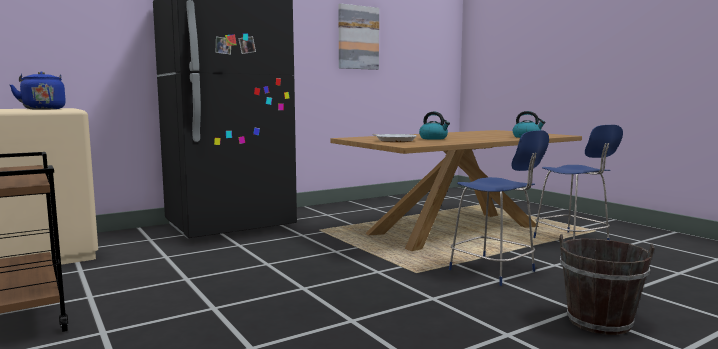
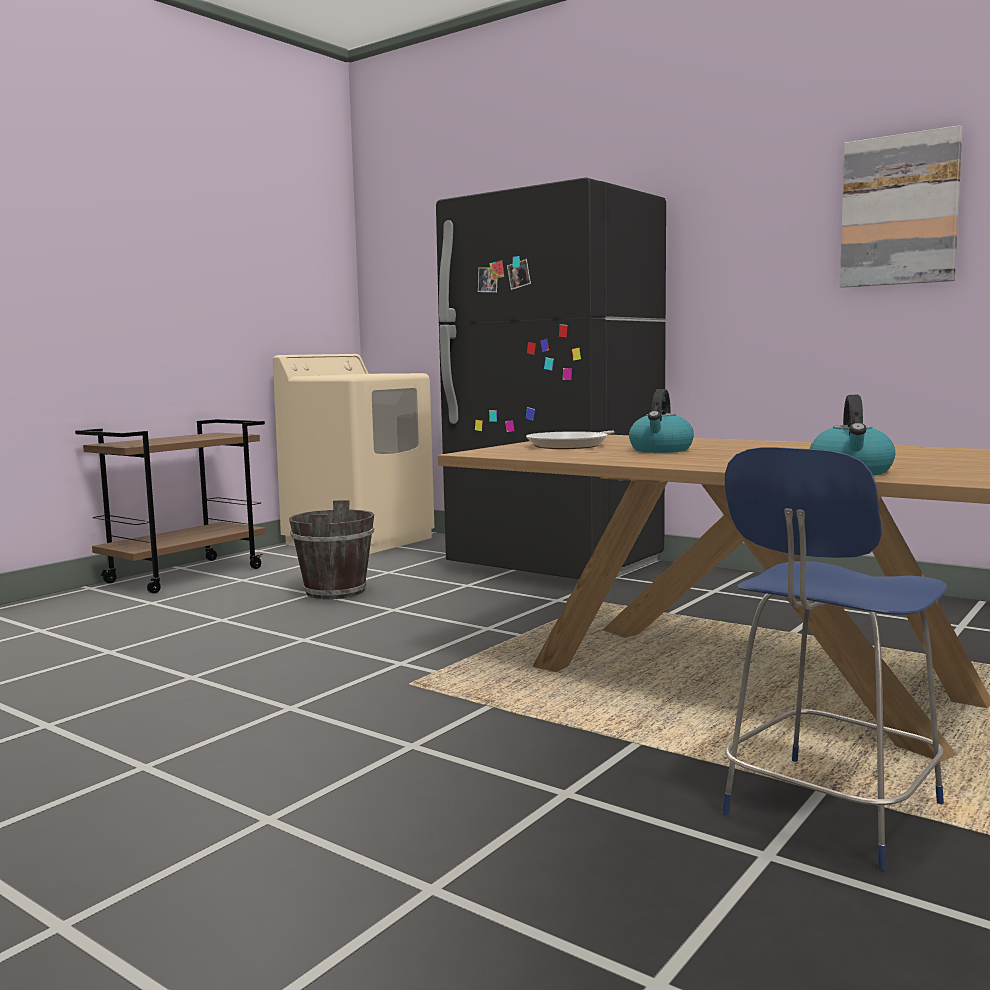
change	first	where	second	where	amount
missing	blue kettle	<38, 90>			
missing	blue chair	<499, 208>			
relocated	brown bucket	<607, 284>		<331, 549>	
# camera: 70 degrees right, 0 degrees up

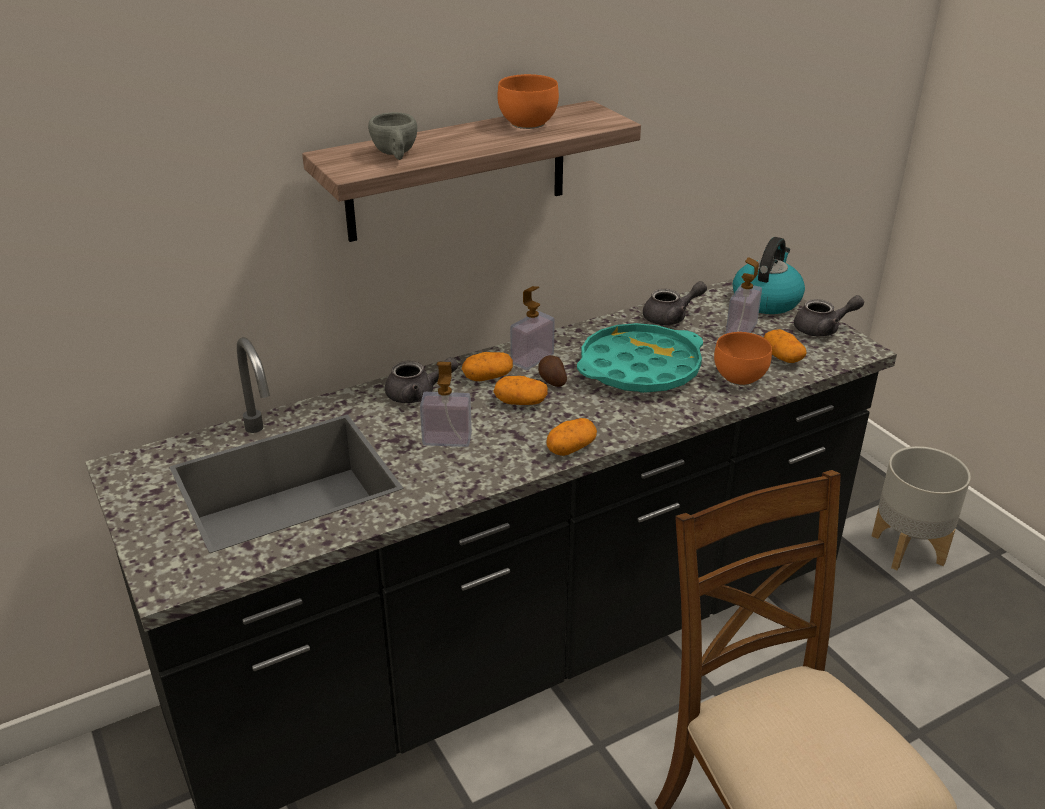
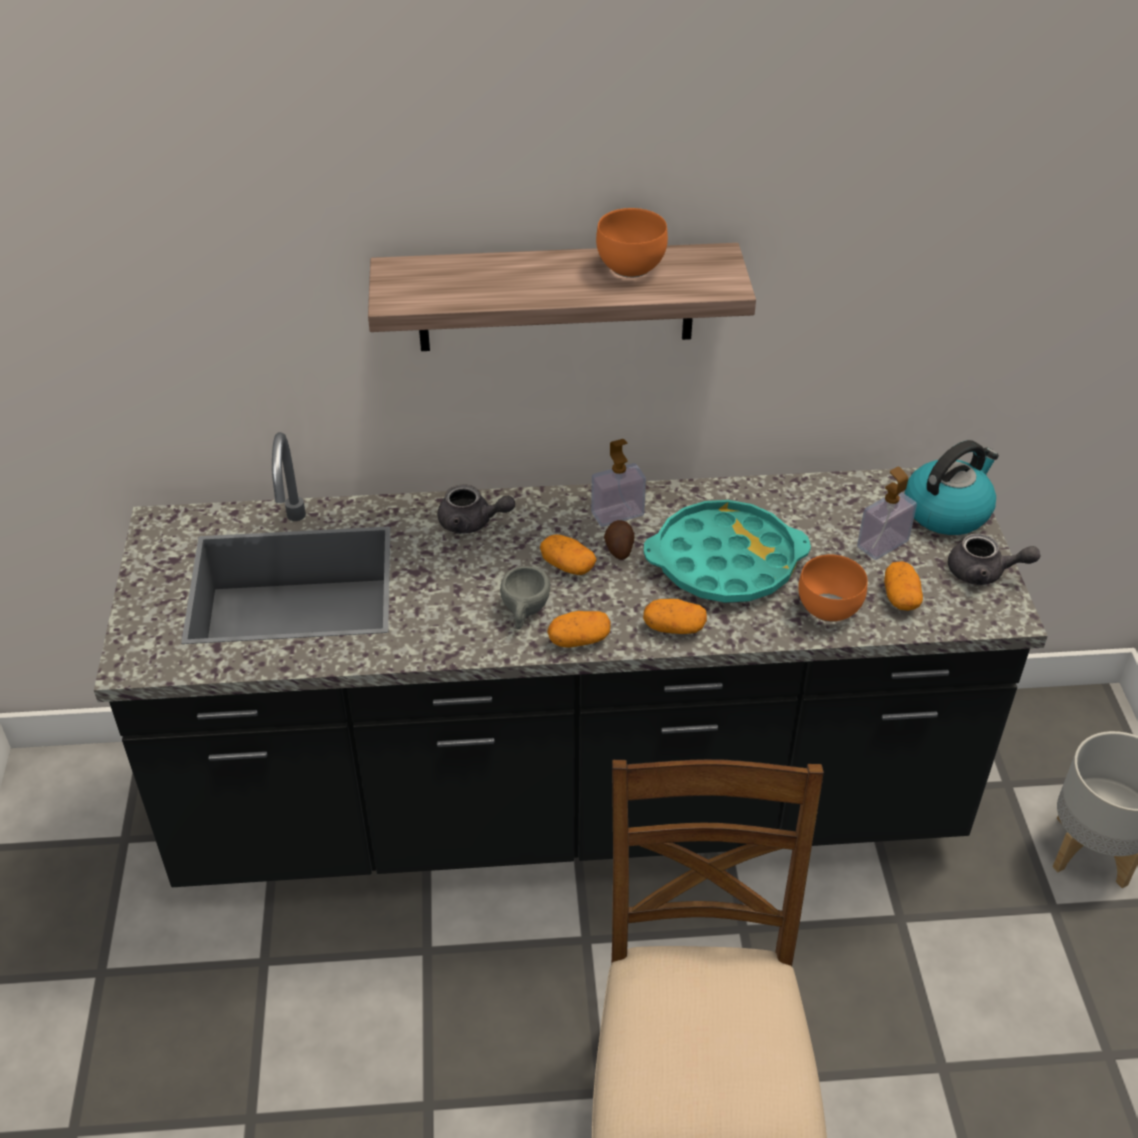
change	first	where	second	where	amount
relocated	grey cup	<392, 136>		<525, 597>	
missing	grey teapot	<675, 303>			
relocated	potato	<487, 366>		<675, 616>	
missing	soap dispenser	<446, 404>			
# camera: 25 degrees right, 10 degrees up

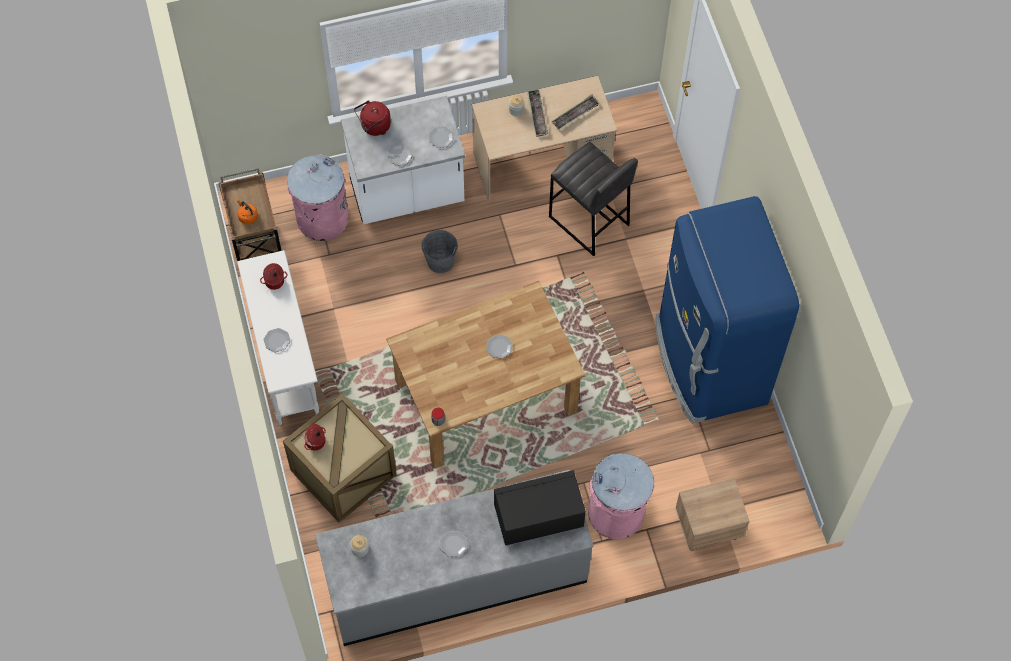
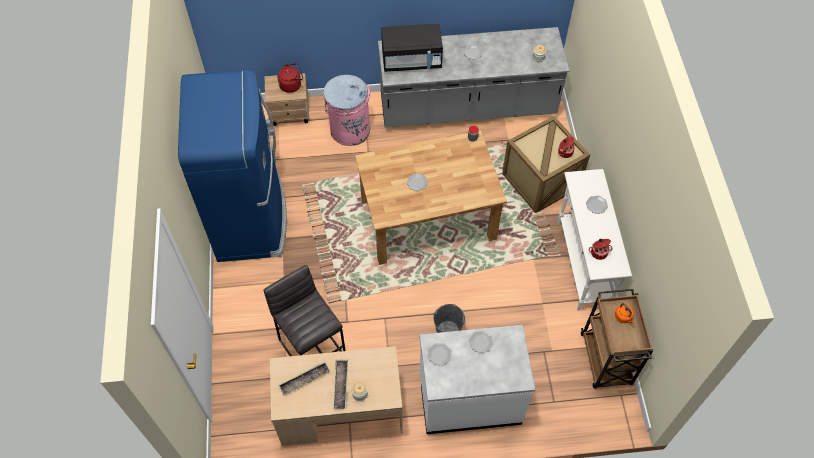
change	first	where	second	where	amount
relocated	red kettle	<372, 118>		<290, 78>	
missing	pink trash can	<317, 197>			
# camera: 170 degrees left, 5 degrees down

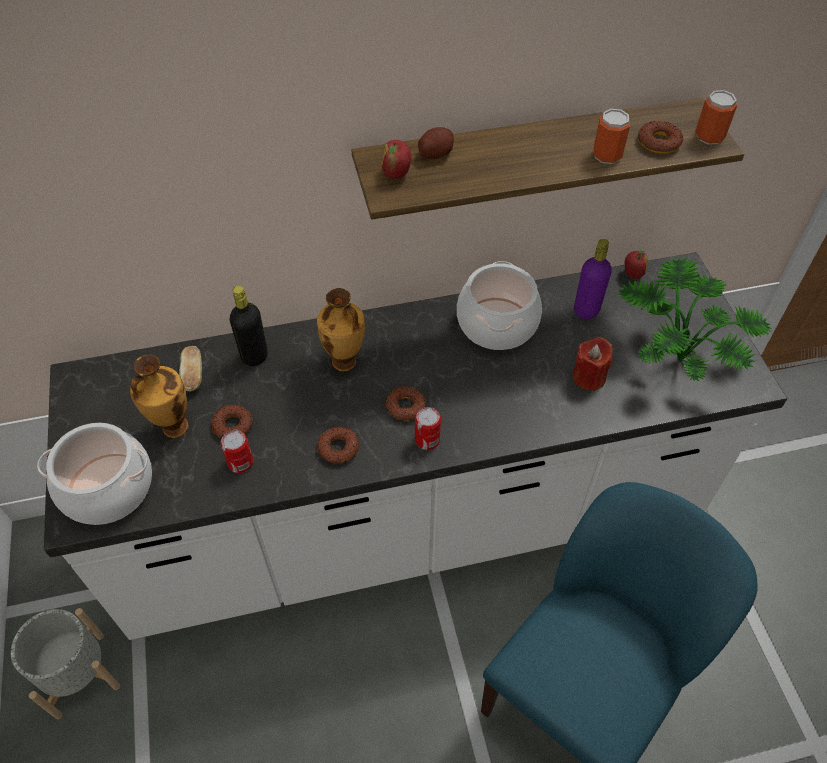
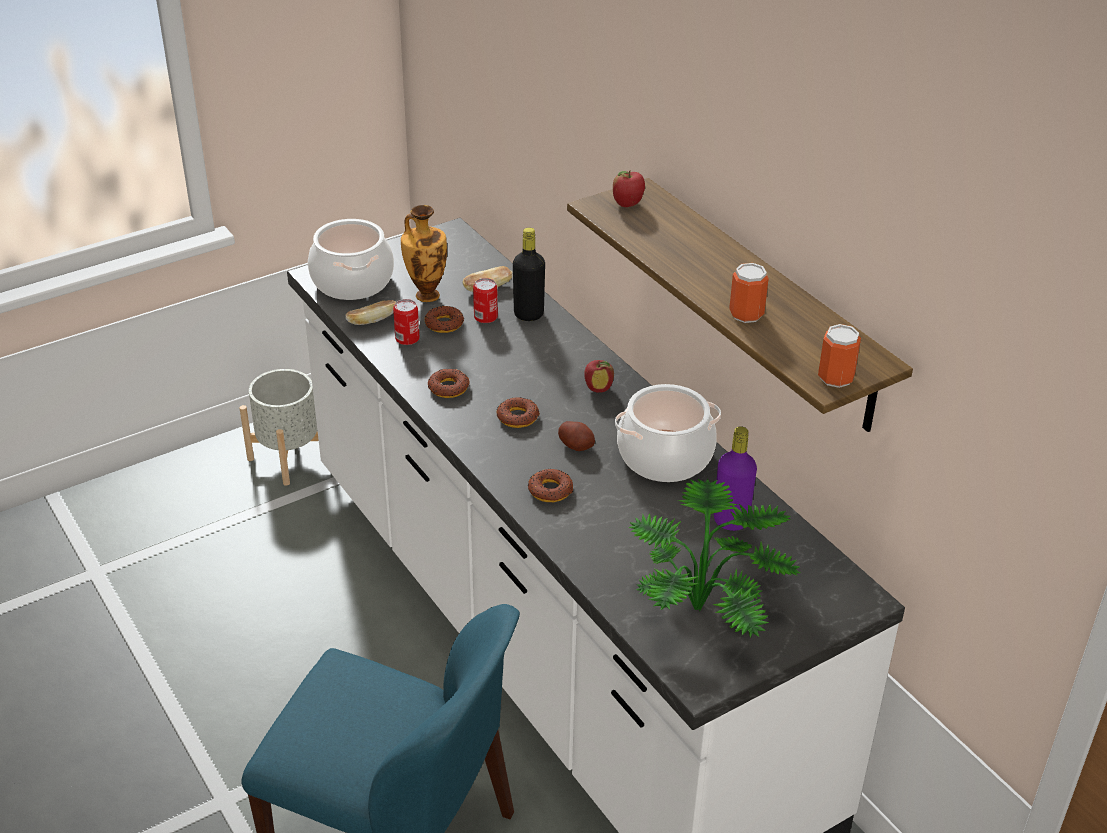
change	first	where	second	where	amount
relocated	donut	<661, 137>		<550, 485>	
relocated	potato	<436, 143>		<576, 436>	
relocated	apple	<635, 264>		<599, 376>	
missing	vase	<341, 329>			
missing	red candle	<592, 364>			
relocated	can	<428, 428>		<485, 300>	
appeared			bread	<371, 312>	
# camera: 70 degrees right, 15 degrees down

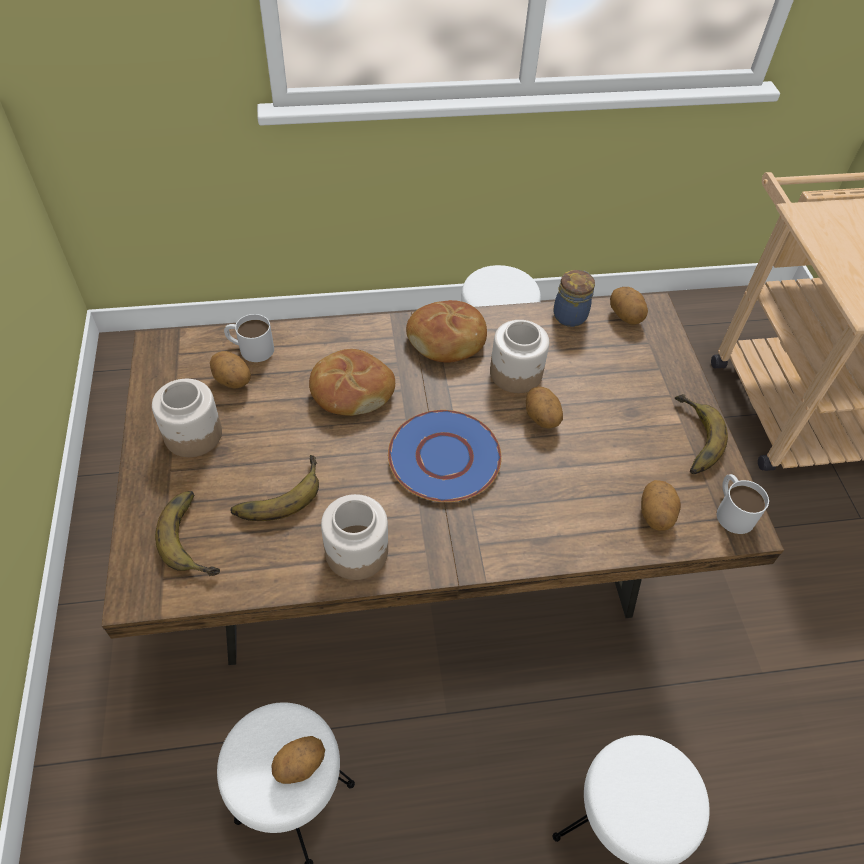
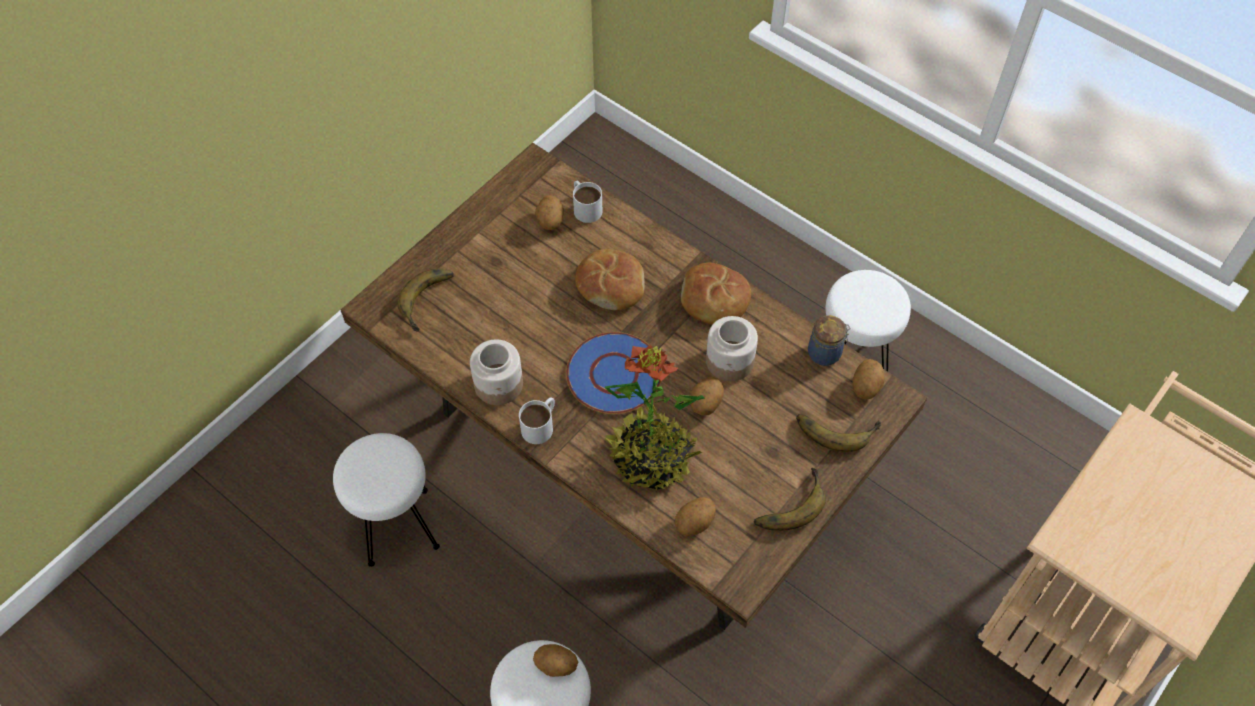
change	first	where	second	where	amount
missing	jar	<187, 418>			
relocated	banana	<275, 488>		<838, 433>	
relocated	white mug	<743, 504>		<537, 421>	
relocated	potato	<298, 760>		<555, 660>	
appeared			potted plant	<655, 418>	
# camera: 50 degrees right, 5 degrees up

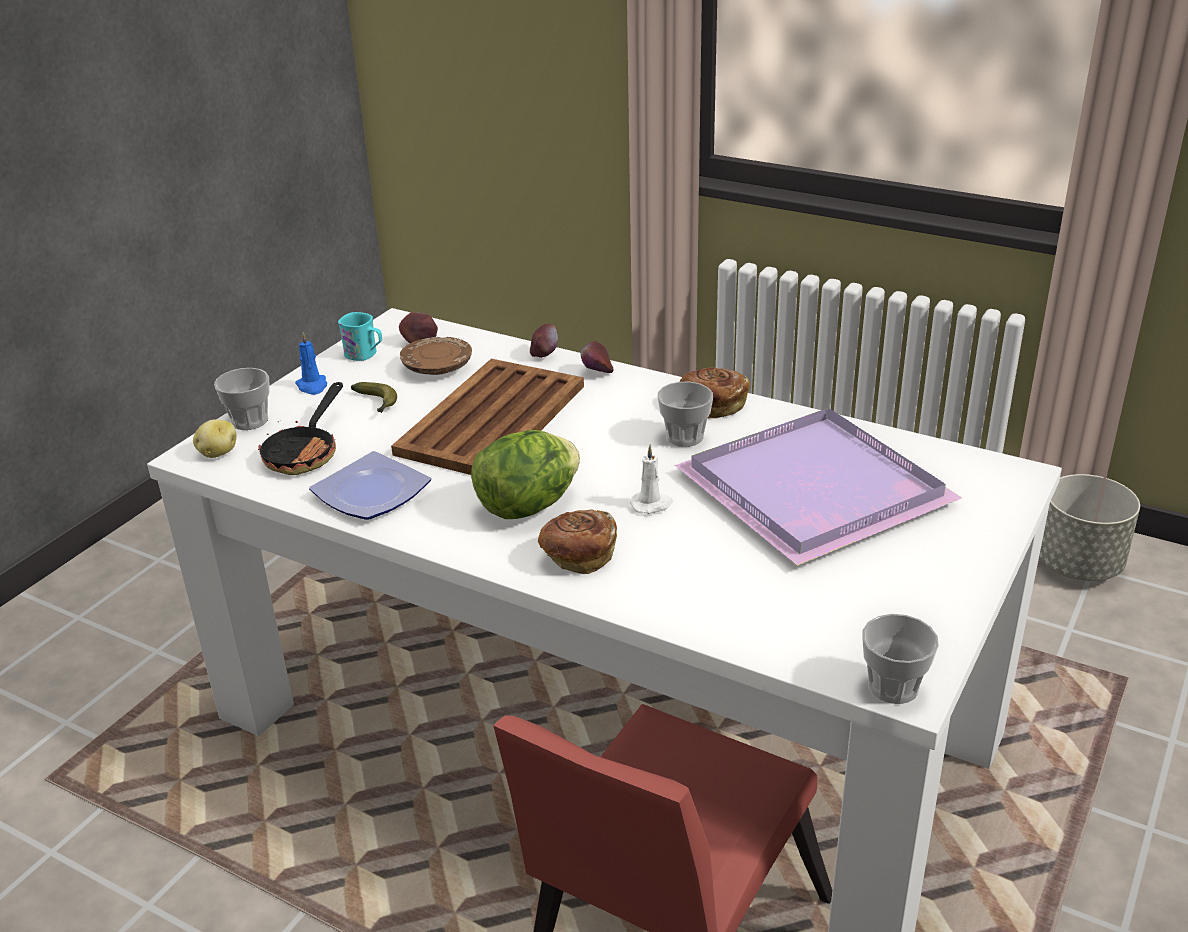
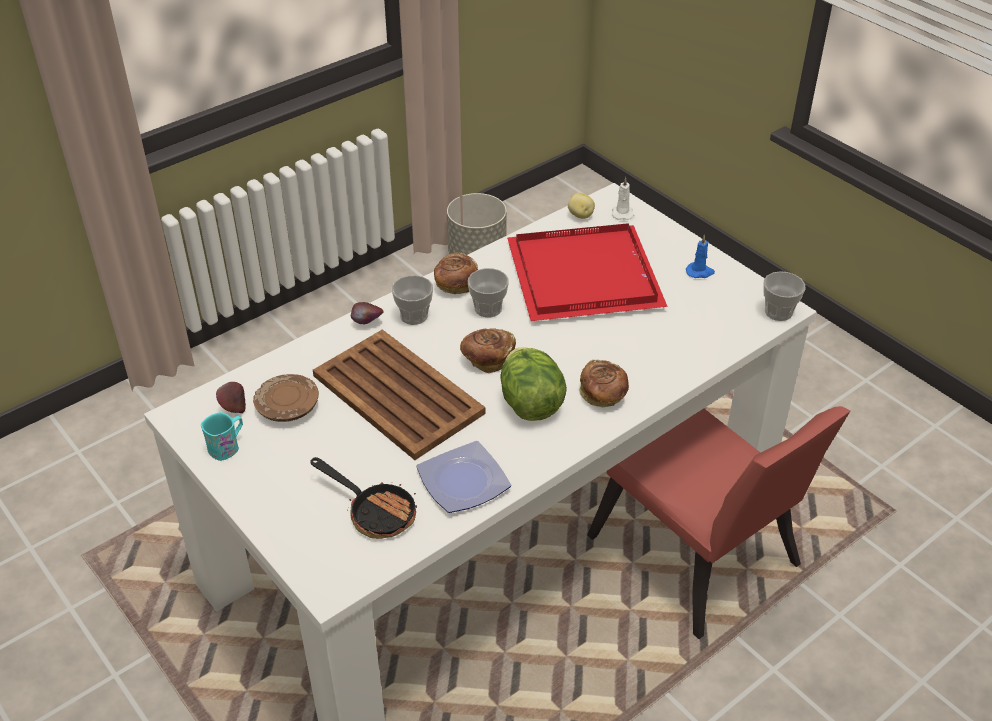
change	first	where	second	where	amount
missing	apple	<544, 341>			
relocated	blue candle	<311, 363>		<700, 256>	
relocated	cup	<242, 399>		<412, 300>	
missing	banana	<374, 397>			
colour	purple tray	<818, 487>	red tray	<587, 272>	
relocated	potato	<214, 438>		<581, 206>	
relocated	white candle	<651, 479>		<623, 198>	
appeared			bread	<488, 350>	
# camera: 70 degrees left, 10 degrees up

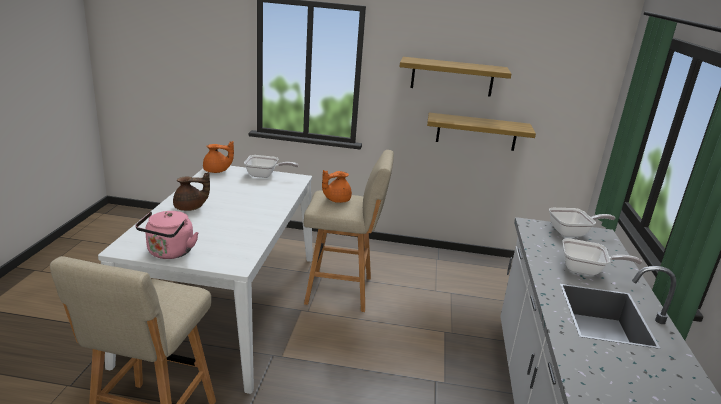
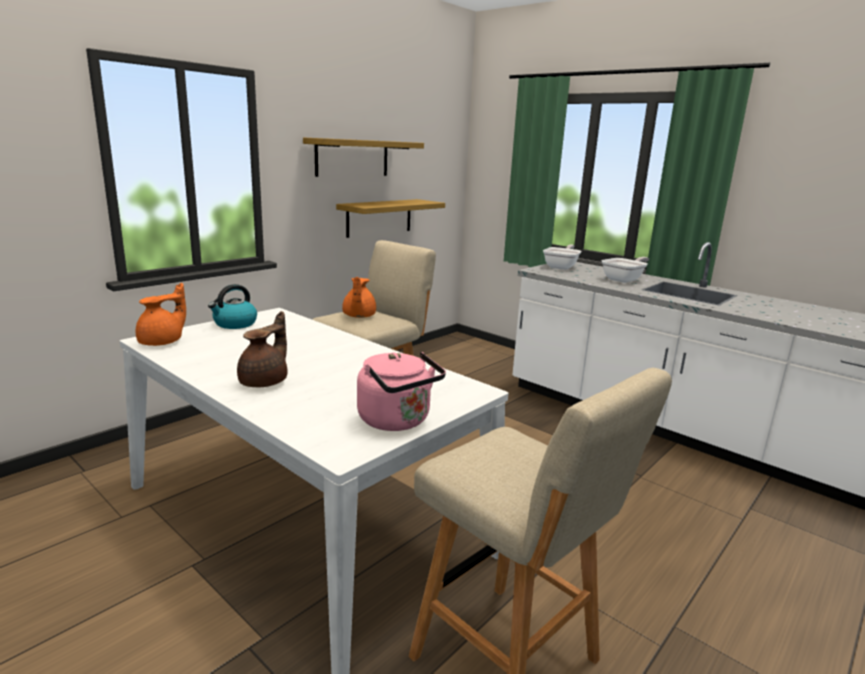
change	first	where	second	where	amount
exchanged	frying pan	<271, 166>	kettle	<232, 306>	
# camera: 55 degrees left, 5 degrees down

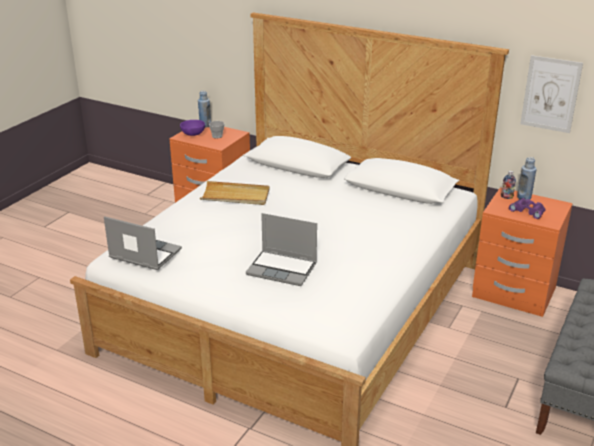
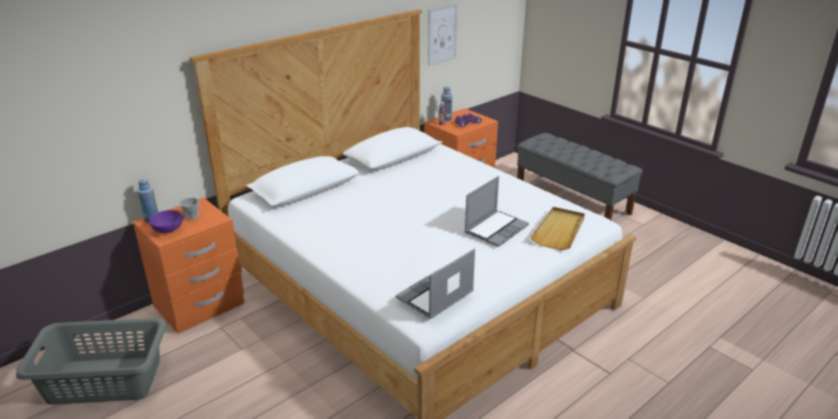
change	first	where	second	where	amount
relocated	beige tray	<235, 193>		<558, 228>	
appeared			grey laundry basket	<91, 361>	
# camera: 70 degrees left, 0 degrees up

